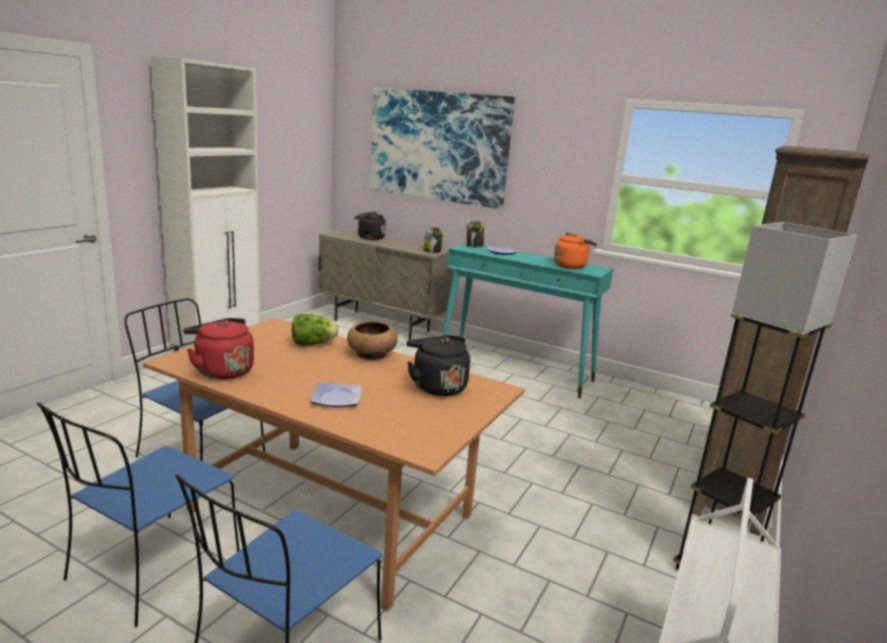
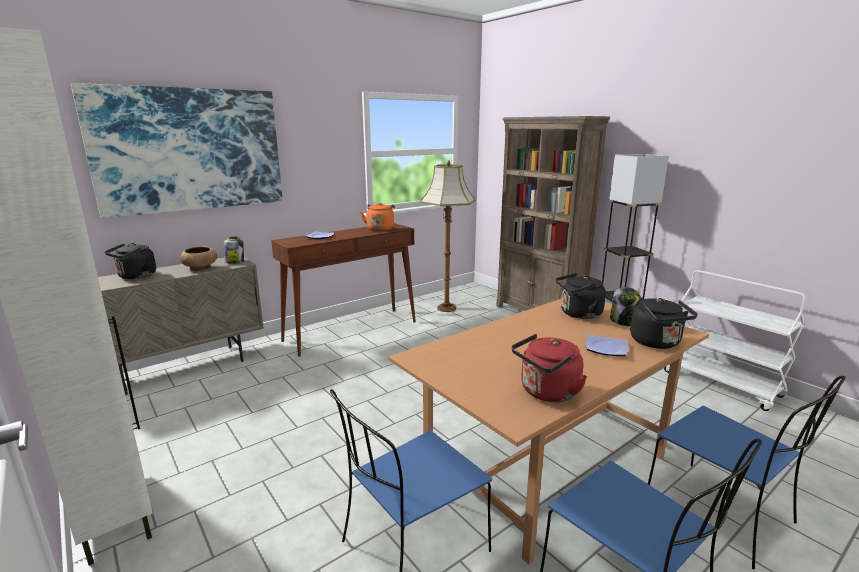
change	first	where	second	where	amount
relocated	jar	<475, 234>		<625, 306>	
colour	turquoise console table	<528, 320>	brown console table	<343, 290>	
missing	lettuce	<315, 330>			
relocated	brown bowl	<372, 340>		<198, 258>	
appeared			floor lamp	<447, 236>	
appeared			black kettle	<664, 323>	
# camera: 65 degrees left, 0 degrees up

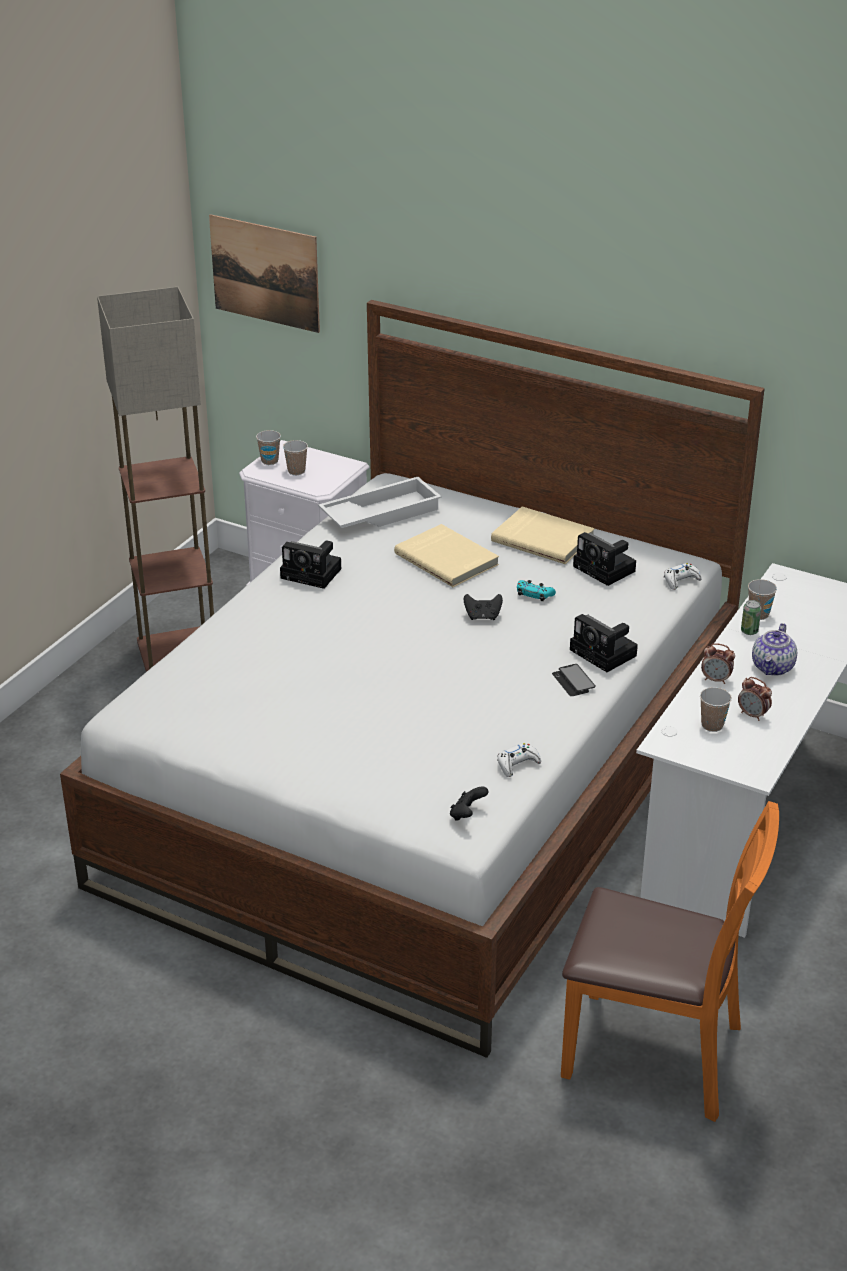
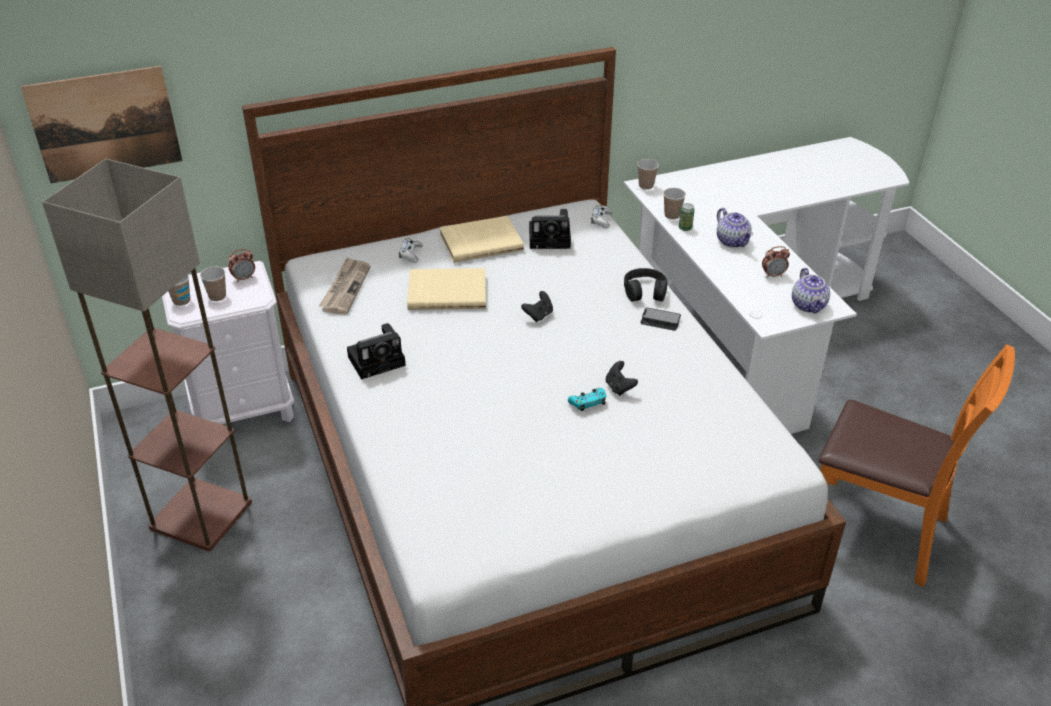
change	first	where	second	where	amount
exchanged	white tray	<380, 502>	newspaper	<345, 285>	
relocated	turquoise game controller	<536, 590>		<587, 399>	
exchanged	photo camera	<604, 643>	black headphones	<645, 285>	
relocated	alarm clock	<718, 663>		<241, 266>	
relocated	cup	<716, 709>		<648, 174>	
relocated	white game controller	<519, 760>		<411, 250>	
relocated	black game controller	<469, 803>		<622, 378>	
spun	orange chair	<670, 961>		<917, 465>	60 degrees clockwise
appeared			teapot	<811, 291>	
# camera: 50 degrees left, 5 degrees up

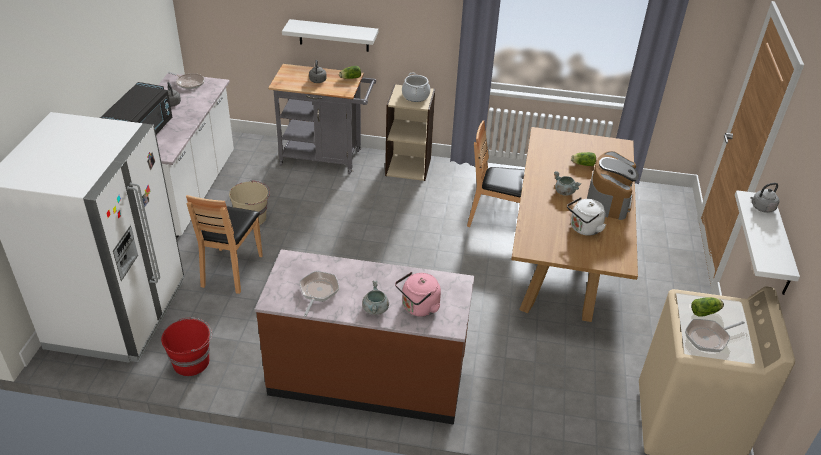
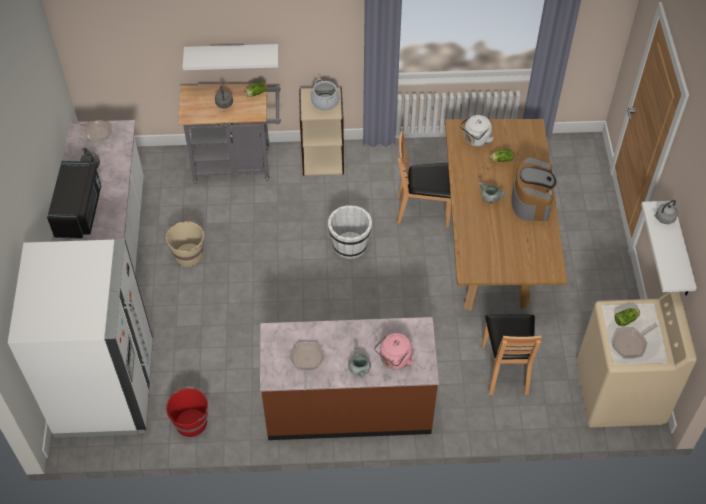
change	first	where	second	where	amount
relocated	brown chair	<224, 244>		<512, 355>	
relocated	white kettle	<586, 216>		<477, 131>	
appeared			white bucket	<350, 232>	
# camera: 10 degrees left, 15 degrees up

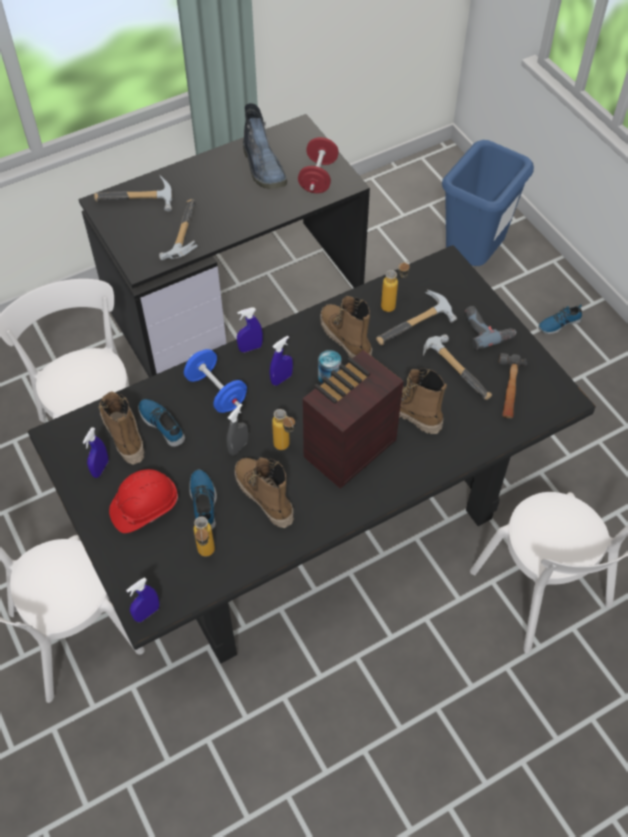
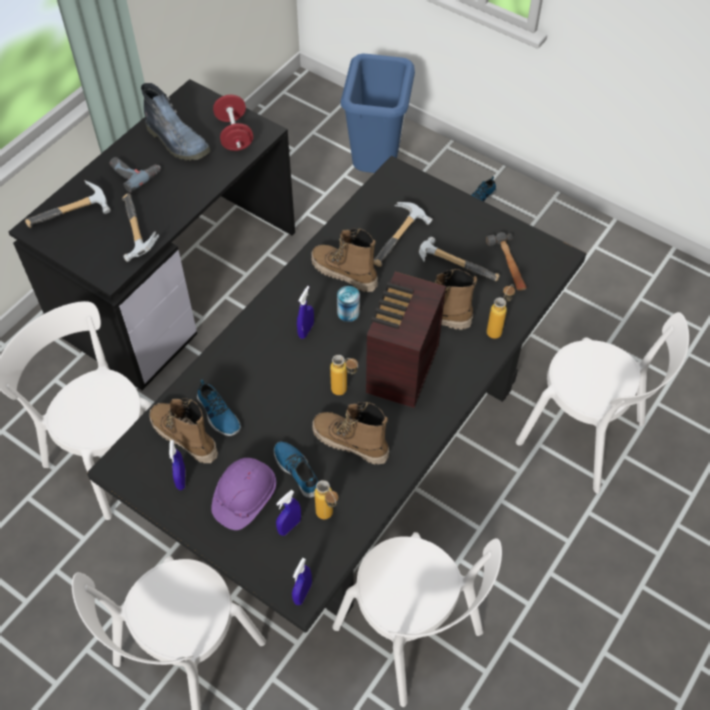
change	first	where	second	where	amount
relocated	bottle	<395, 286>		<501, 311>	
relocated	power drill	<491, 328>		<135, 175>	
relocated	blue spray bottle	<250, 329>		<288, 513>	
missing	blue dumbbell	<215, 381>			
spun	shoe	<161, 423>		<219, 407>	150 degrees counterclockwise
missing	grey spray bottle	<237, 429>			
colour	red hard hat	<143, 501>	purple hard hat	<243, 494>	
appeared			white chair	<417, 619>	
# camera: 25 degrees left, 0 degrees up

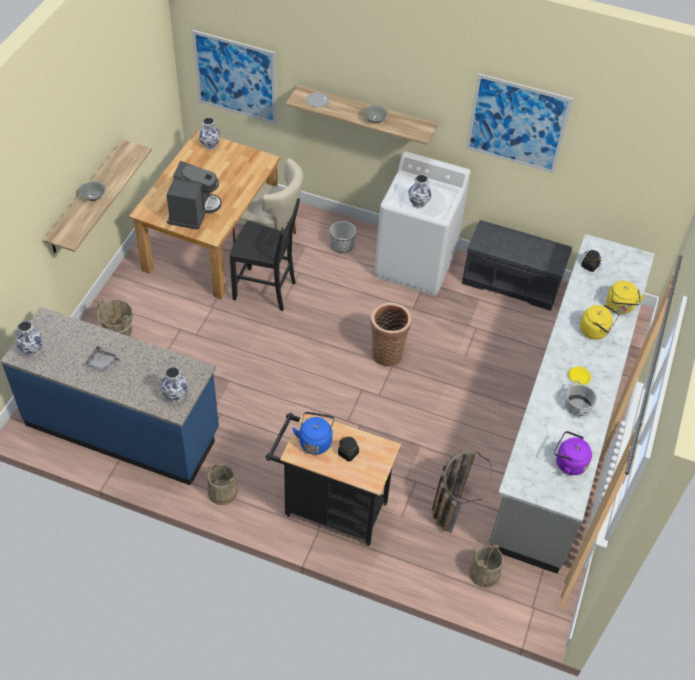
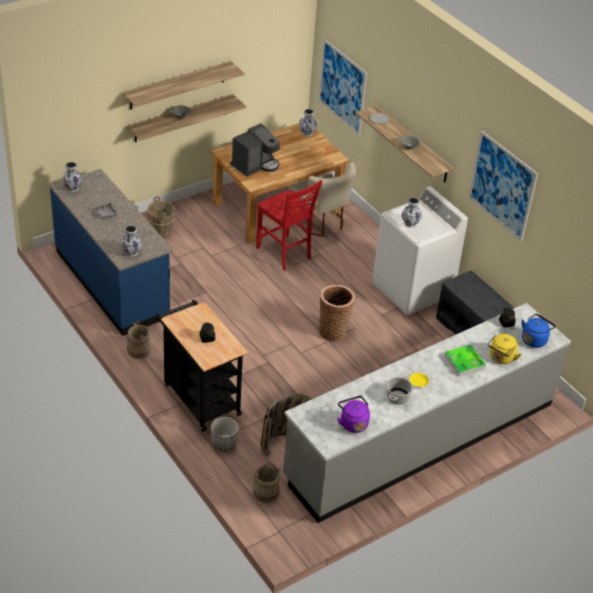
change	first	where	second	where	amount
colour	black chair	<265, 254>	red chair	<289, 225>	
relocated	planter	<343, 237>		<225, 434>	
exchanged	yellow kettle	<599, 322>	tray	<465, 360>	
relocated	blue kettle	<313, 433>		<539, 331>	
appeared			shelf	<183, 85>	
# camera: 35 degrees right, 10 degrees down

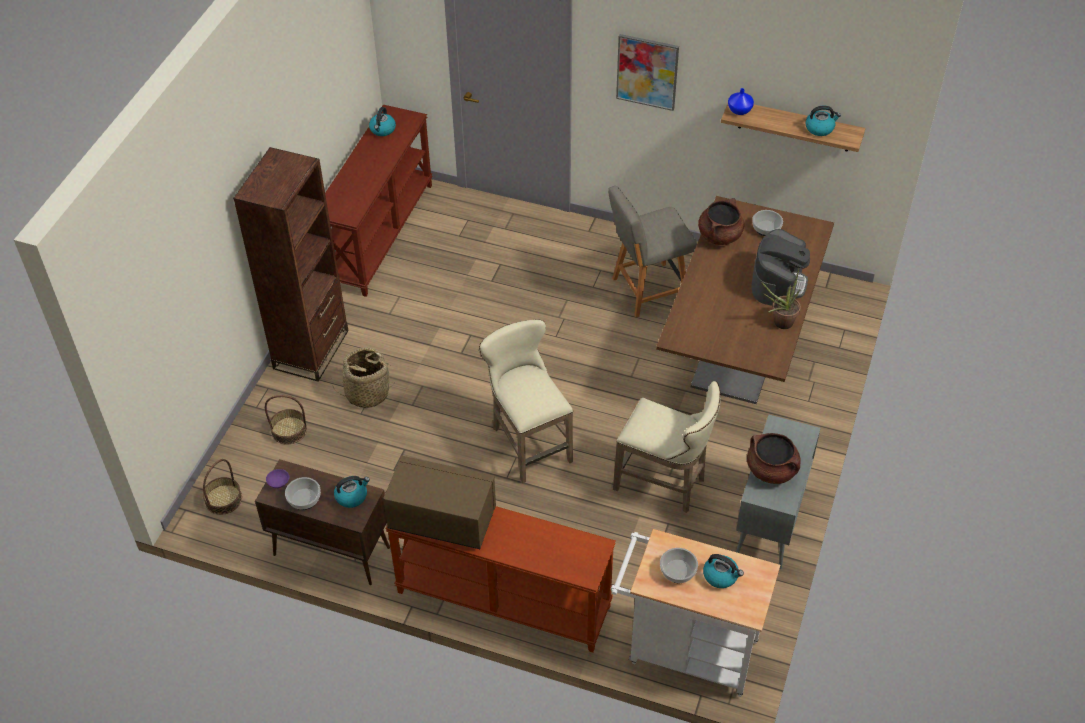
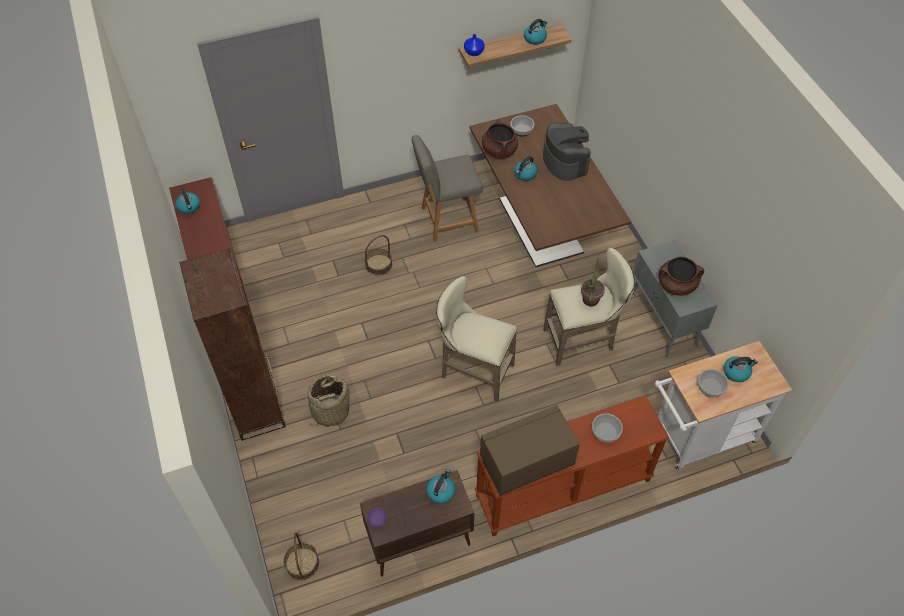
change	first	where	second	where	amount
missing	picture	<647, 72>			
spun	grey chair	<652, 252>		<447, 188>	45 degrees clockwise
relocated	potted plant	<781, 299>		<593, 283>	
relocated	basket	<286, 420>		<378, 255>	
relocated	bowl	<303, 493>		<607, 428>	
appeared			kettle	<525, 168>	
# camera: 40 degrees left, 5 degrees up

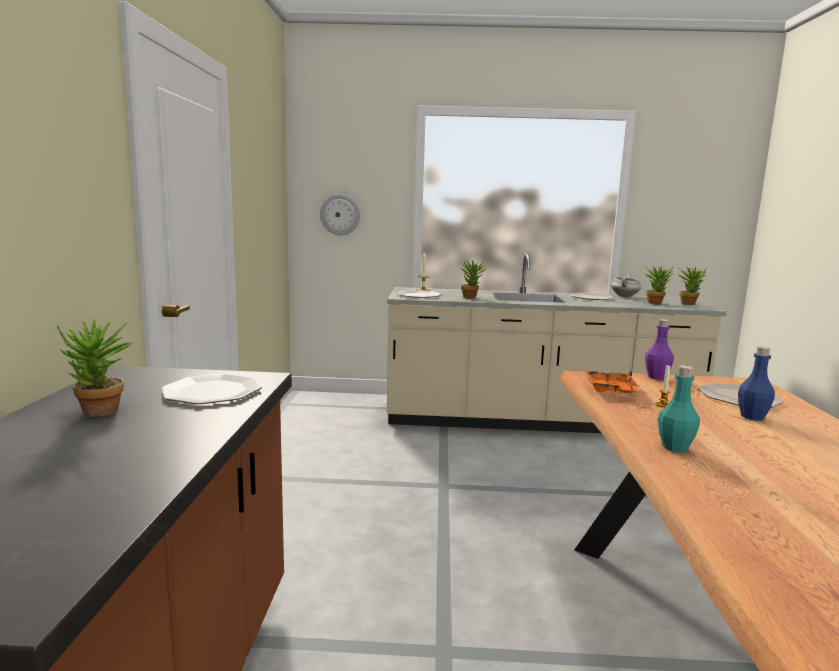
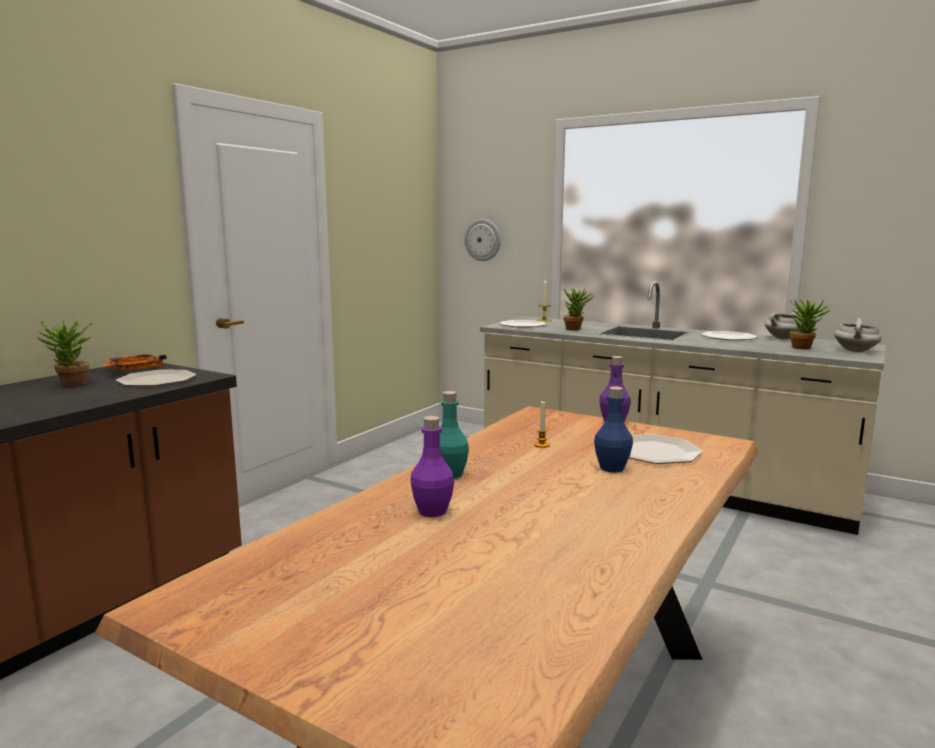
change	first	where	second	where	amount
exchanged	potted plant	<692, 286>	white cooking pot	<858, 335>	
relocated	orange tray	<612, 381>		<134, 362>	
appeared			purple bottle	<432, 466>	
# camera: 30 degrees right, 0 degrees up

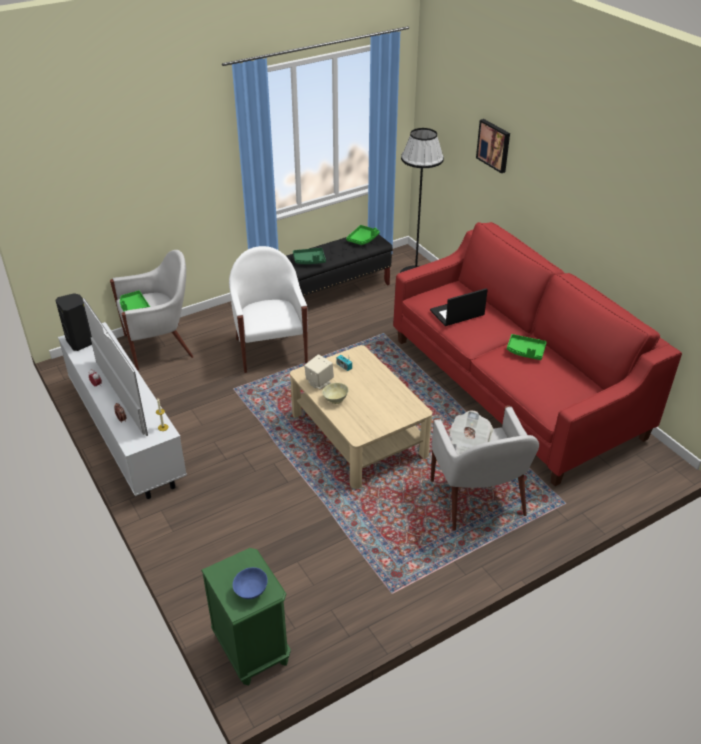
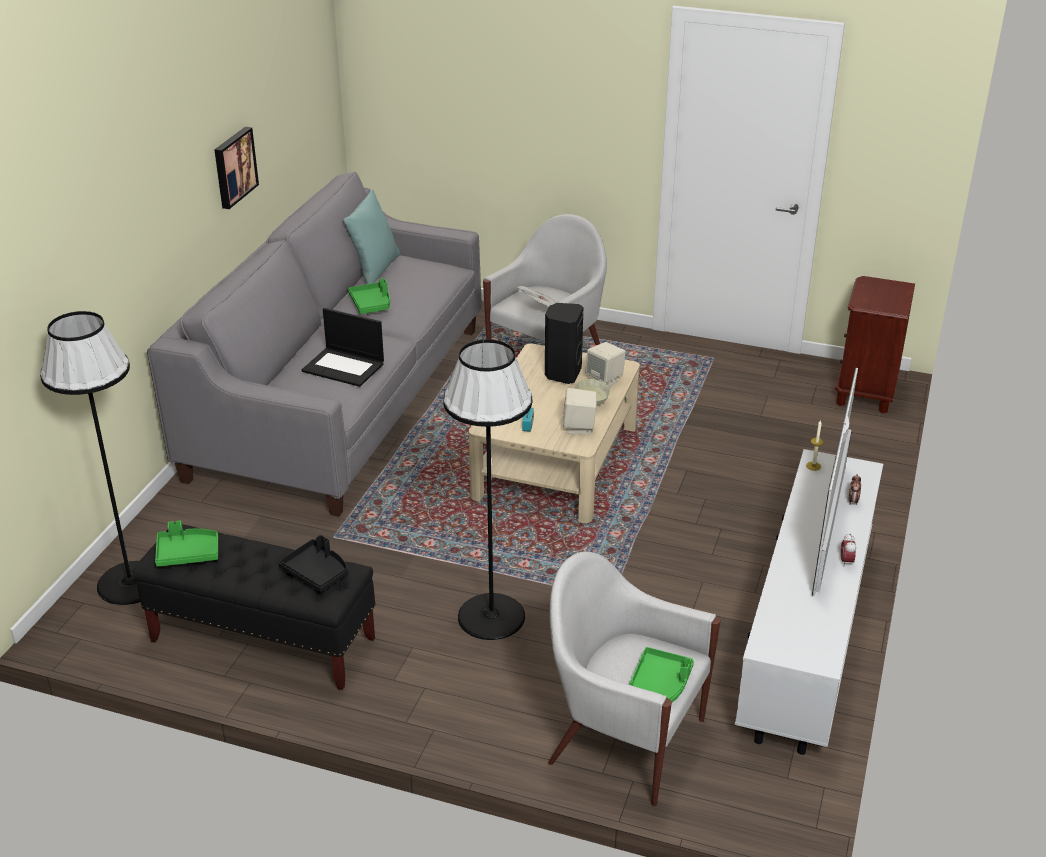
change	first	where	second	where	amount
relocated	picture	<493, 146>		<236, 168>	
colour	red sofa	<537, 354>	grey sofa	<314, 344>	
exchanged	white armchair	<268, 309>	black floor lamp	<487, 489>	
colour	green tray	<309, 256>	black tray	<313, 563>	
relocated	black speaker	<73, 322>		<564, 343>	
colour	green nightstand	<246, 616>	brown nightstand	<875, 345>	
missing	blue bowl	<250, 583>			
appeared			turquoise pillow	<372, 236>	
appeared			beige speaker	<605, 364>	
# camera: 130 degrees left, 5 degrees down

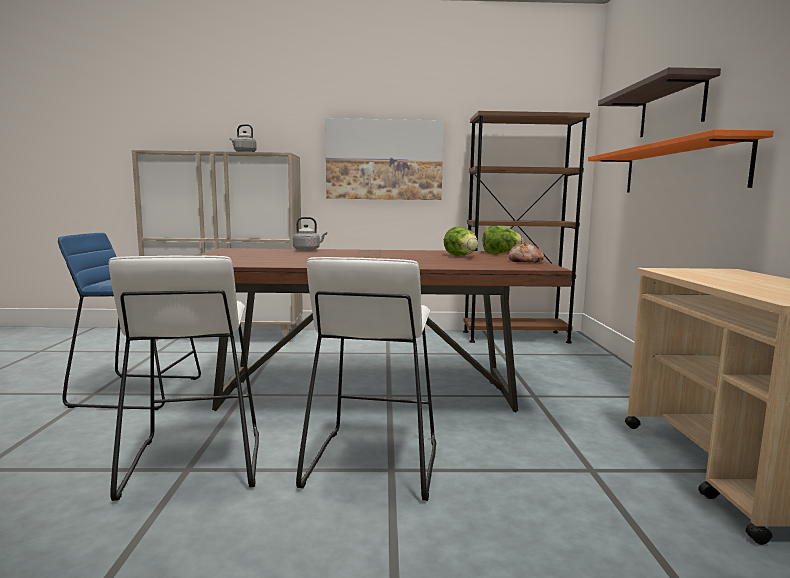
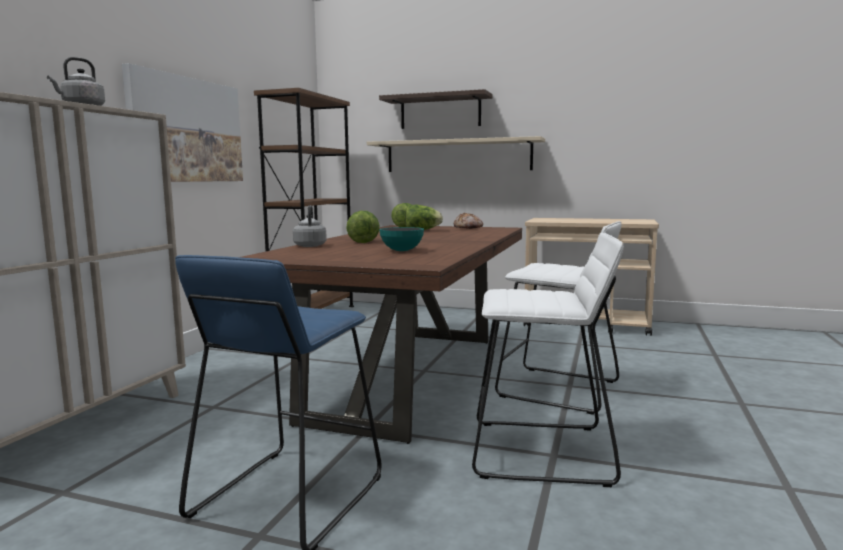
change	first	where	second	where	amount
colour	orange shelf	<681, 161>	beige shelf	<456, 154>	
appeared			lettuce	<362, 227>	
appeared			bowl	<401, 239>	
# camera: 70 degrees left, 0 degrees up

